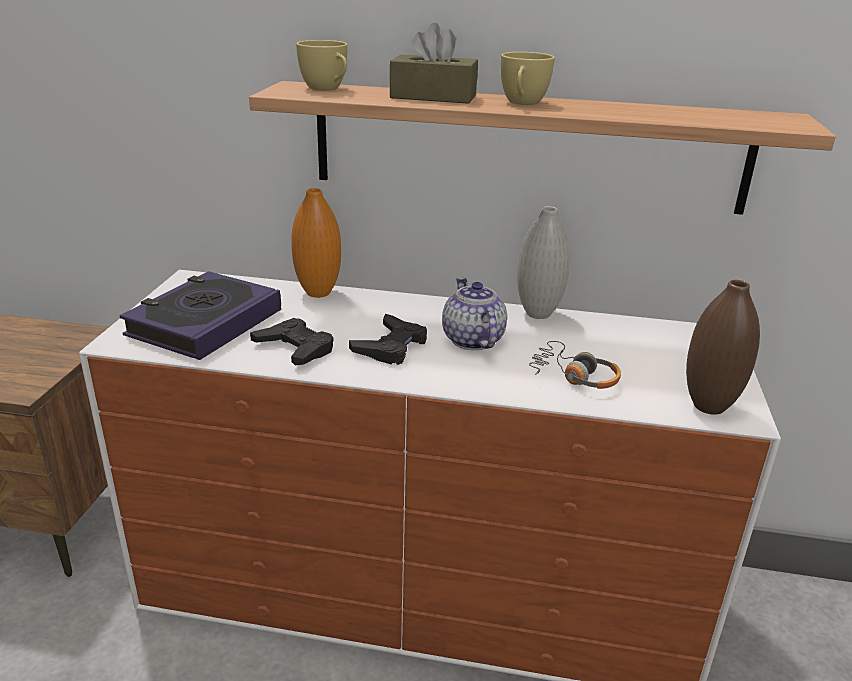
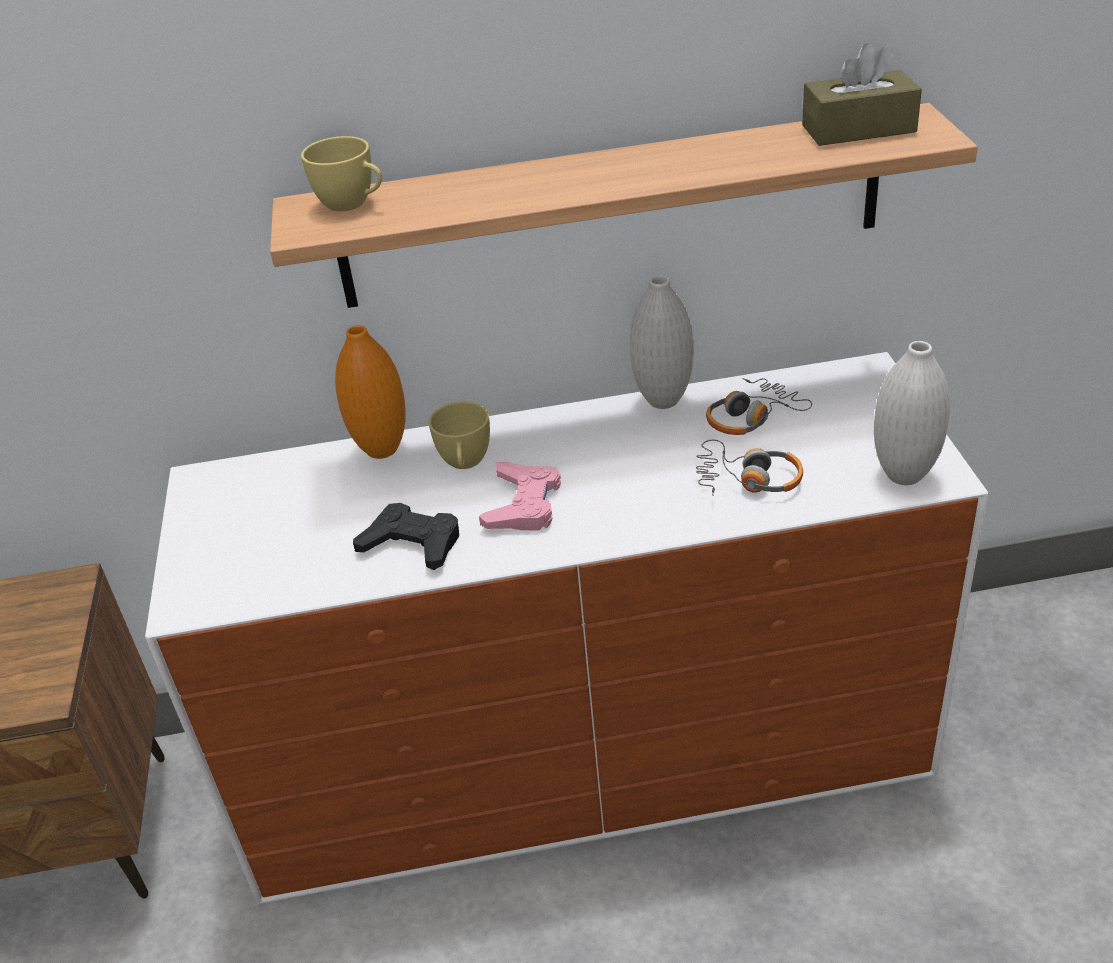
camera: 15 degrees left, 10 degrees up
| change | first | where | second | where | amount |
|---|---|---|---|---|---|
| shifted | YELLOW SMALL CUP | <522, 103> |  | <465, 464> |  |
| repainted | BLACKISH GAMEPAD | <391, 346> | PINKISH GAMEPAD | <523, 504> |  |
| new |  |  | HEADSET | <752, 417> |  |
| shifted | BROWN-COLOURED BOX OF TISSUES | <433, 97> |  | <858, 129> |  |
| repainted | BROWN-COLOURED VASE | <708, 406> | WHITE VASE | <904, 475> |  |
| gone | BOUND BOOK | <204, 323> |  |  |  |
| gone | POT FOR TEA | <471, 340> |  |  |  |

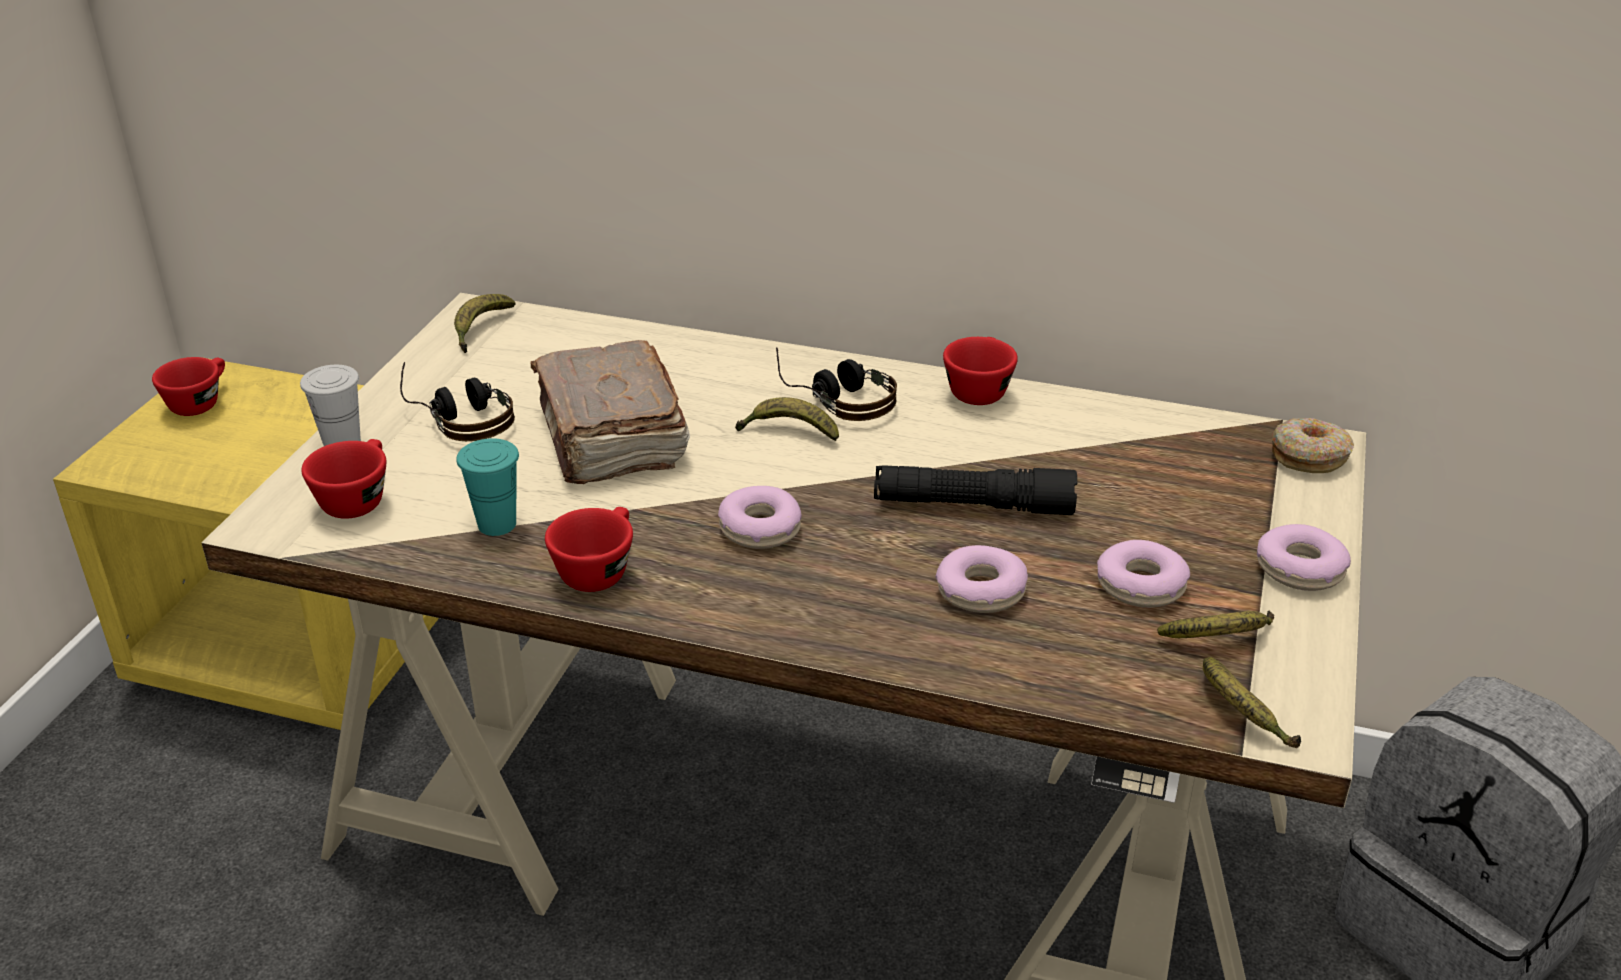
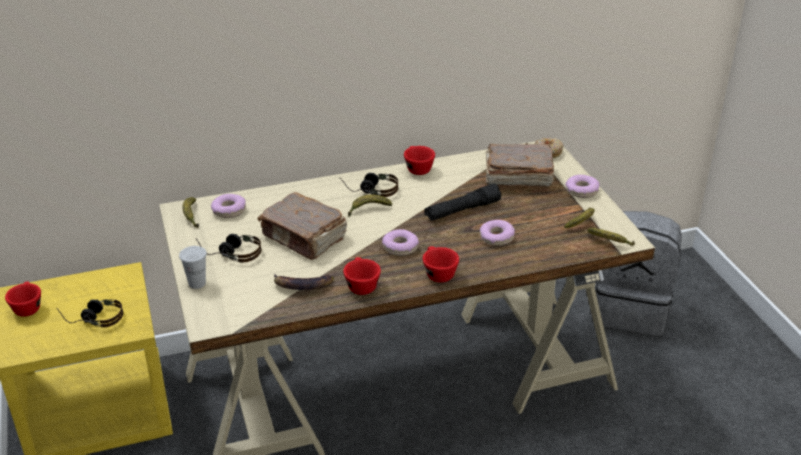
camera: 35 degrees left, 0 degrees up
| change | first | where | second | where | amount |
|---|---|---|---|---|---|
| new |  |  | HEADSET | <93, 318> |  |
| shifted | DONUT | <1140, 585> |  | <229, 210> |  |
| swapped | BLUE-GREEN SMALL CUP | <497, 524> | BANANA FRUIT | <302, 286> |  |
| shifted | REDDISH SMALL CUP | <357, 498> |  | <437, 273> |  |
| new |  |  | BROWN-COLOURED BOUND BOOK | <517, 177> |  |

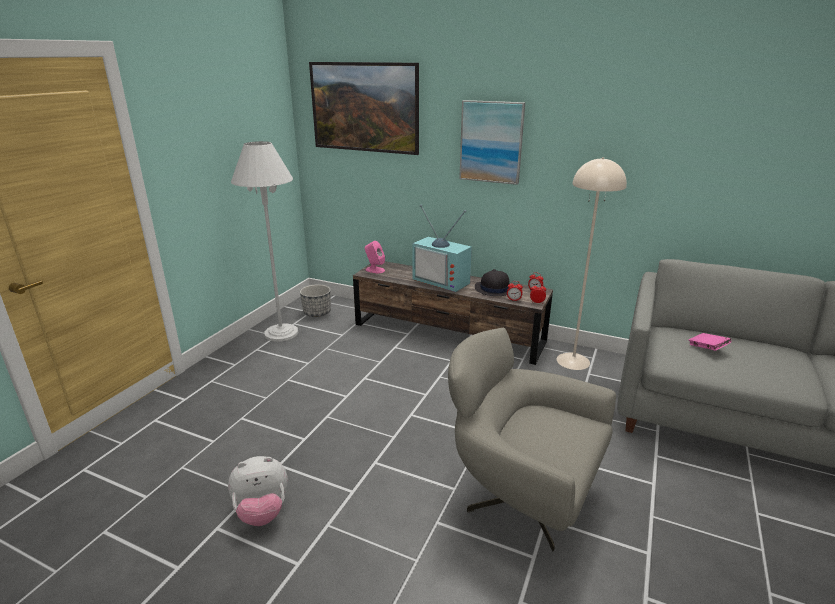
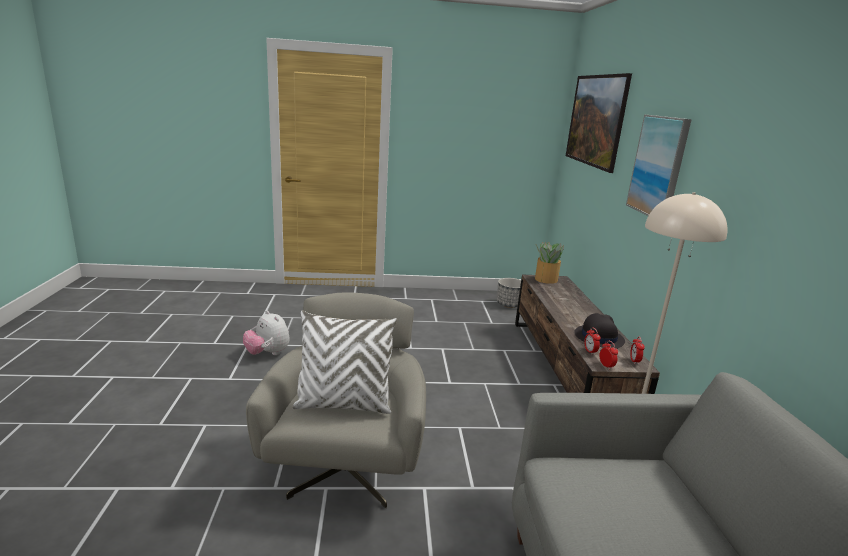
camera: 60 degrees right, 5 degrees down
| change | first | where | second | where | amount |
|---|---|---|---|---|---|
| new |  |  | WHITE THROW PILLOW | <343, 404> |  |
| swapped | PINKISH SPEAKER | <374, 270> | PLANT IN A POT | <545, 279> |  |
| gone | WHITE STANDARD LAMP | <281, 333> |  |  |  |
| gone | TV | <443, 280> |  |  |  |
| gone | PINKISH BOUND BOOK | <707, 348> |  |  |  |

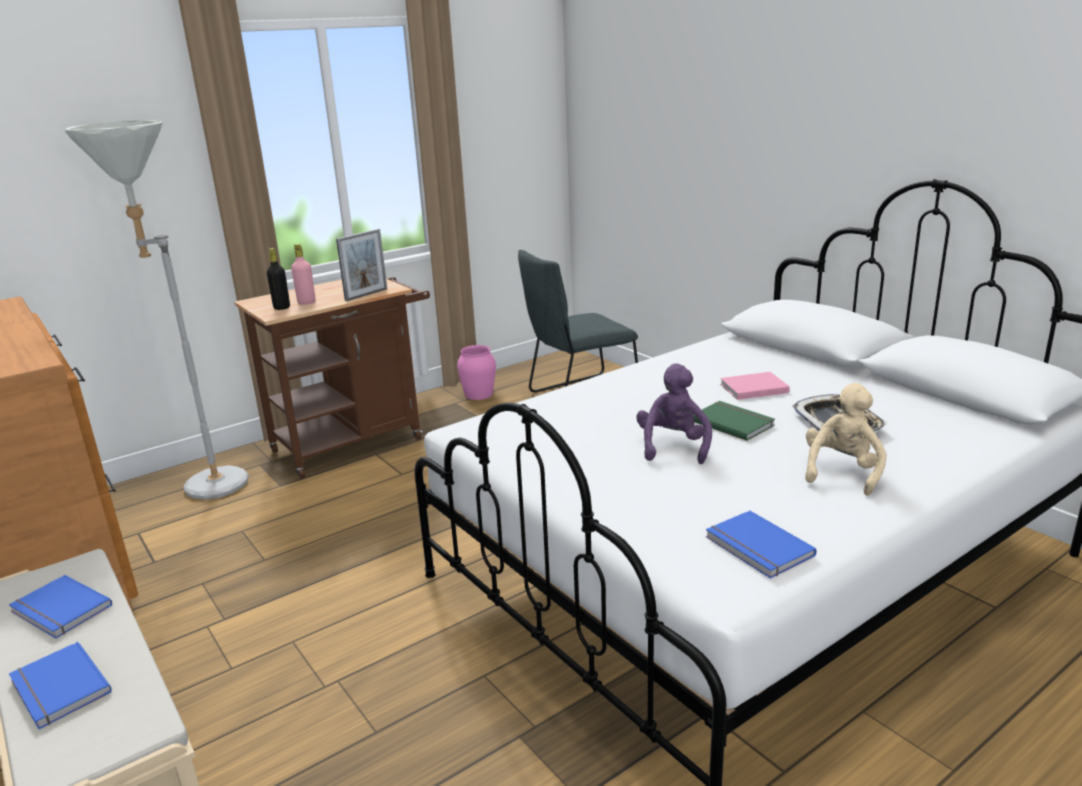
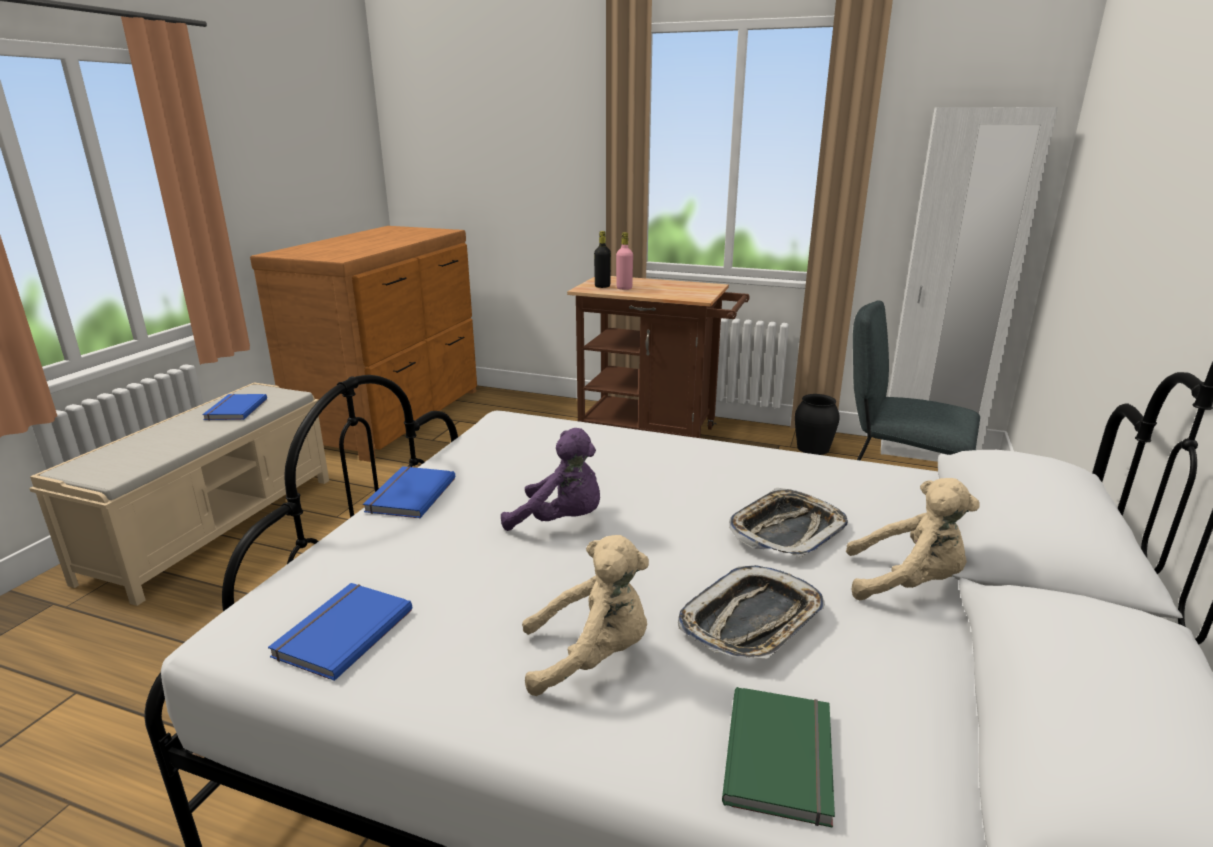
camera: 55 degrees right, 0 degrees up
| change | first | where | second | where | amount |
|---|---|---|---|---|---|
| shifted | BLUISH BOUND BOOK | <57, 689> |  | <408, 495> |  |
| rotated | PURPLE-COLOURED PLUSH TOY | <673, 446> |  | <561, 521> | 45 degrees clockwise |
| shifted | GREEN BOUND BOOK | <733, 422> |  | <783, 756> |  |
| swapped | PINKISH BOUND BOOK | <752, 388> | TRAY | <786, 530> |  |
| repainted | PINKISH VASE | <478, 394> | BLACKISH VASE | <812, 448> |  |
| new |  |  | BEIGE PLUSH TOY | <907, 583> |  |
| new |  |  | WHITE WARDROBE | <927, 454> |  |
| gone | GRAY STANDARD LAMP | <203, 485> |  |  |  |
| gone | STANDING FRAME | <366, 295> |  |  |  |

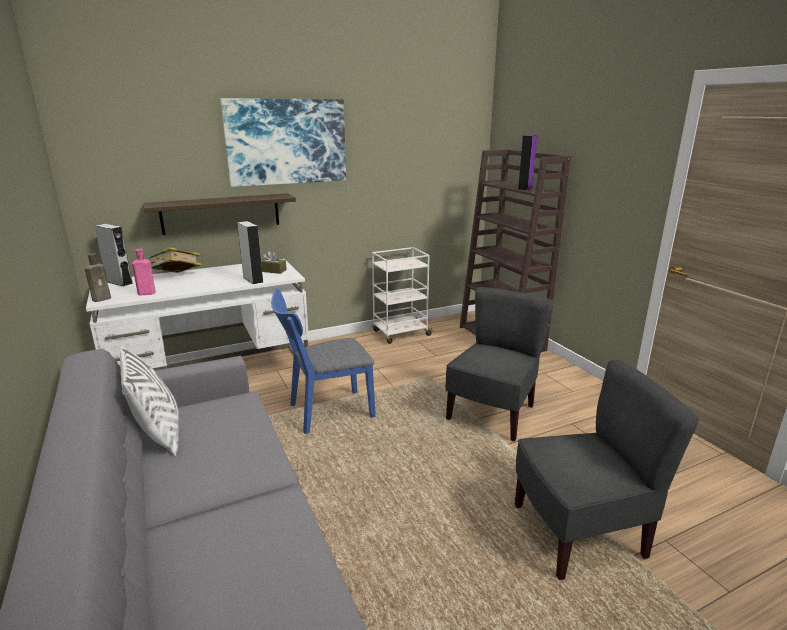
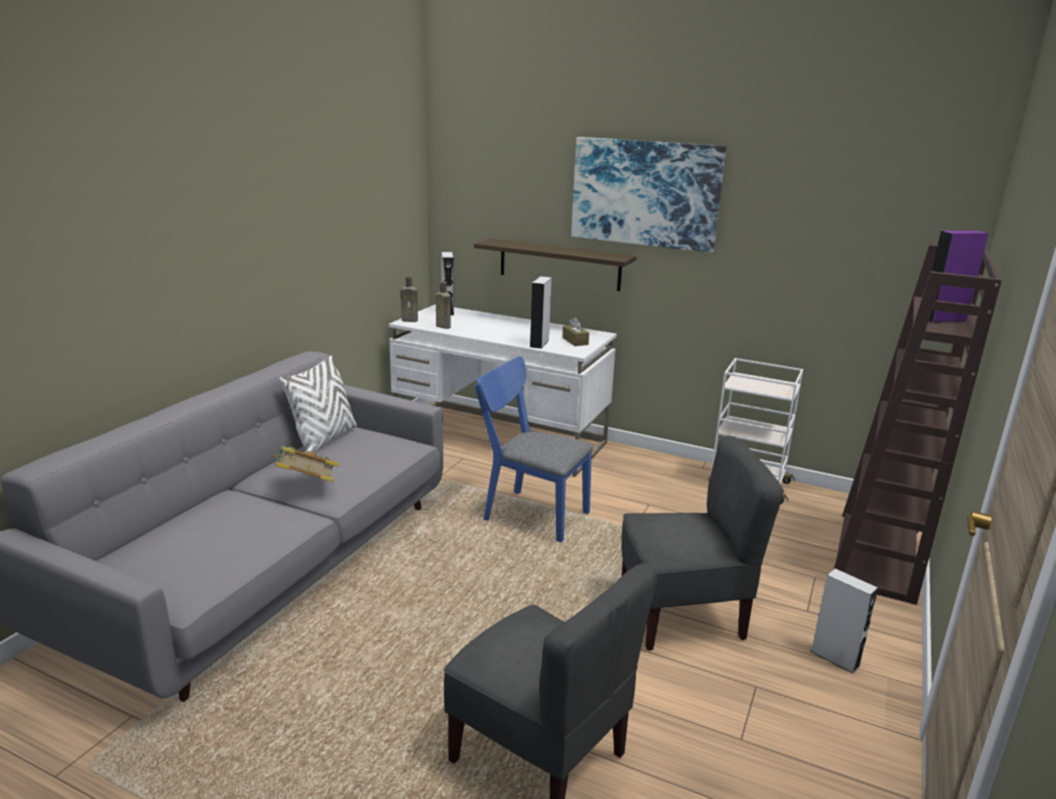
camera: 50 degrees right, 0 degrees up
| change | first | where | second | where | amount |
|---|---|---|---|---|---|
| shifted | BOUND BOOK | <176, 277> |  | <306, 485> |  |
| repainted | PINKISH DRINK BOTTLE | <145, 293> | BROWN-COLOURED DRINK BOTTLE | <442, 326> |  |
| new |  |  | GRAY SPEAKER | <835, 658> |  |

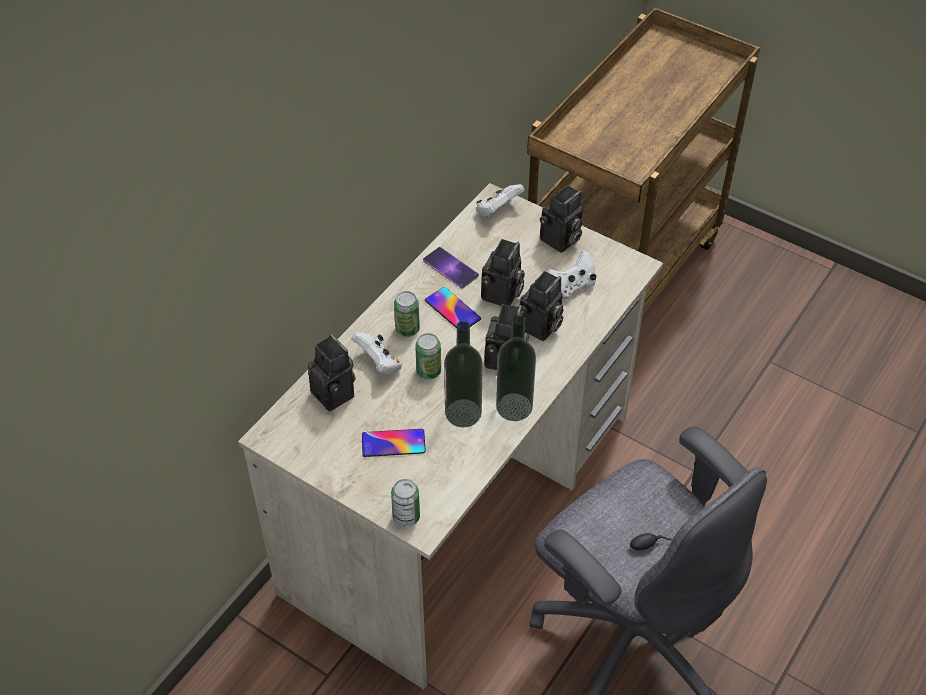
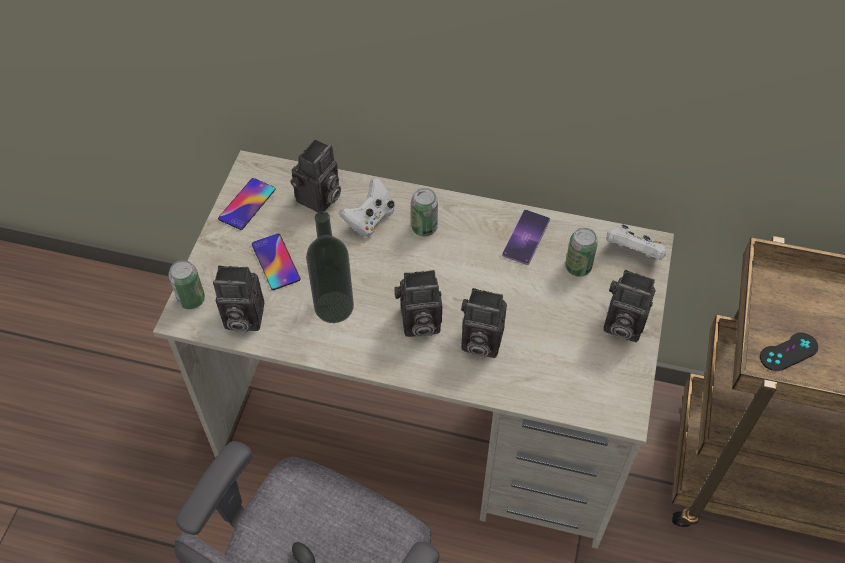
camera: 70 degrees right, 5 degrees up
| change | first | where | second | where | amount |
|---|---|---|---|---|---|
| shifted | STILL CAMERA | <502, 296> |  | <241, 318> |  |
| shifted | TELEPHONE | <452, 310> |  | <247, 204> |  |
| shifted | SEALED CAN | <428, 371> |  | <578, 267> |  |
| new |  |  | BLACKISH GAMEPAD | <788, 352> |  |
| gone | DRINK BOTTLE | <514, 407> |  |  |  |
| gone | WHITE GAMEPAD | <571, 286> |  |  |  |

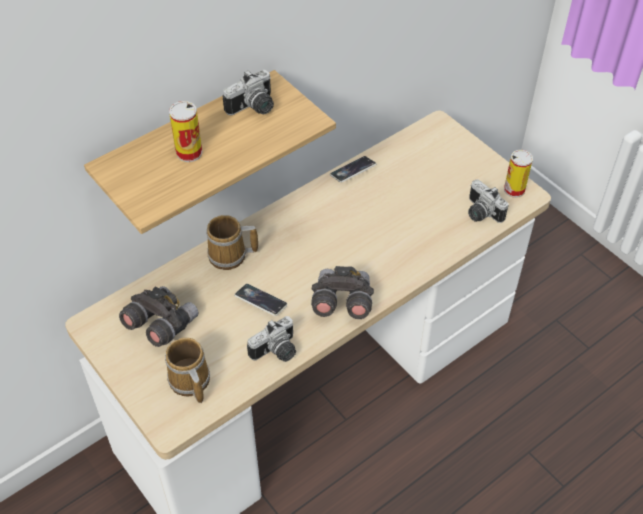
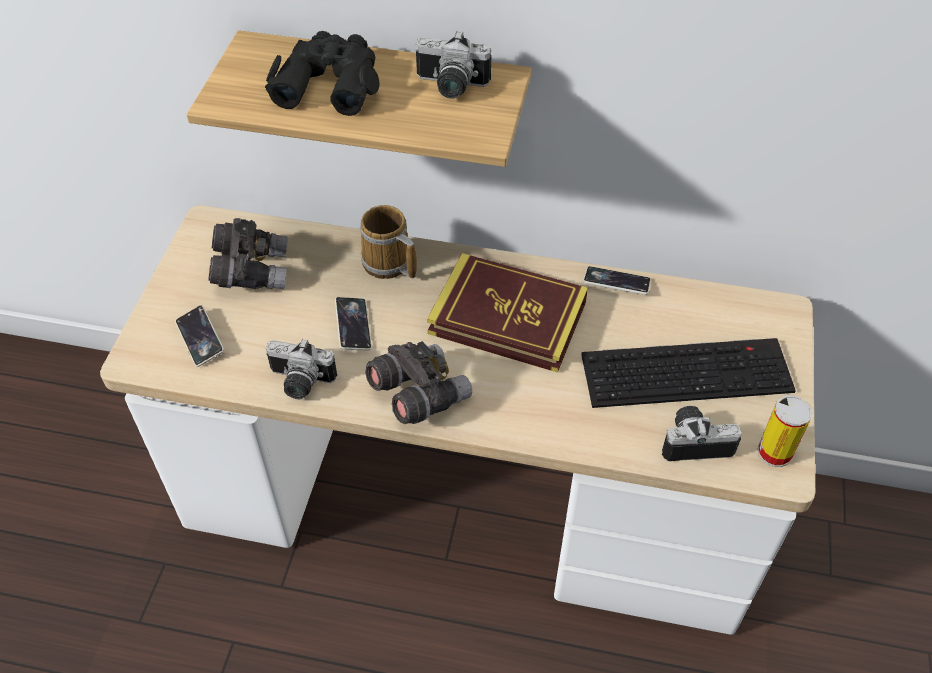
camera: 50 degrees right, 0 degrees up
| change | first | where | second | where | amount |
|---|---|---|---|---|---|
| swapped | MUG | <189, 382> | TELEPHONE | <200, 338> |  |
| swapped | SEALED CAN | <189, 153> | BLACKISH FIELD GLASSES | <329, 82> |  |
| new |  |  | BOUND BOOK | <507, 318> |  |
| new |  |  | PC KEYBOARD | <688, 371> |  |
| rotated | STILL CAMERA | <480, 213> |  | <694, 440> | 75 degrees clockwise |

